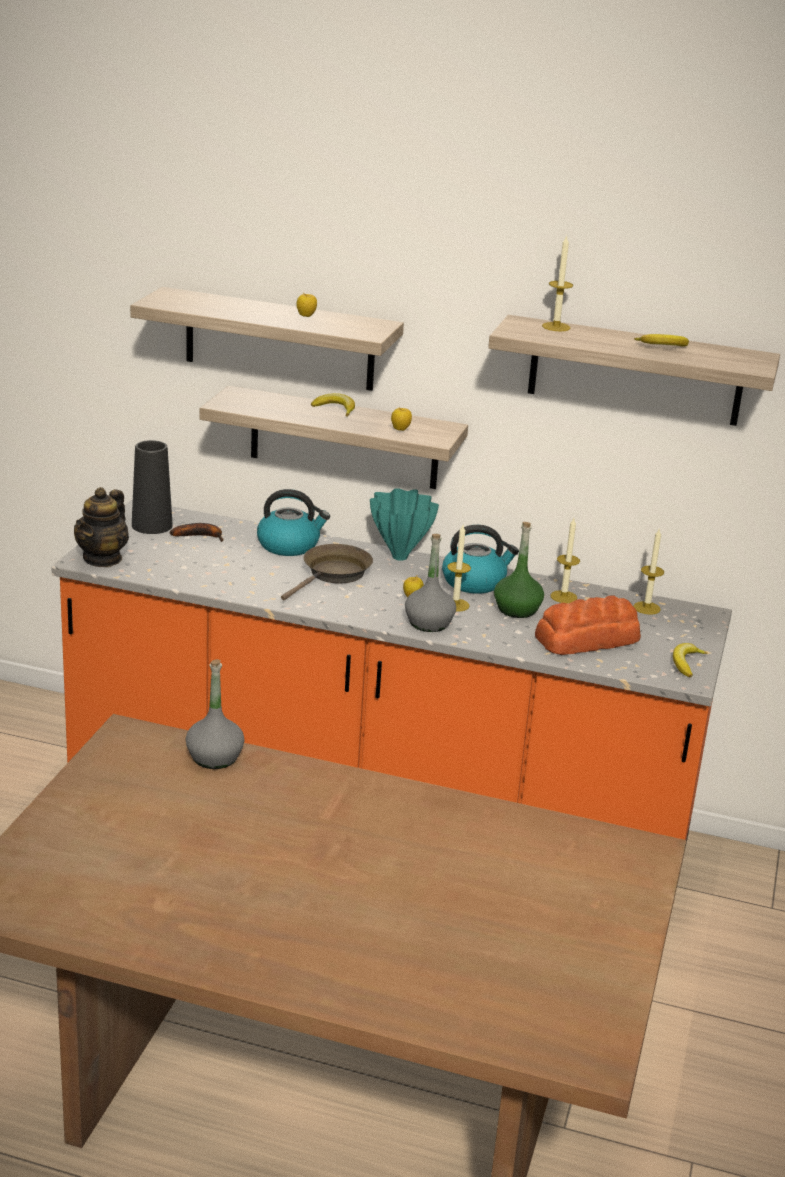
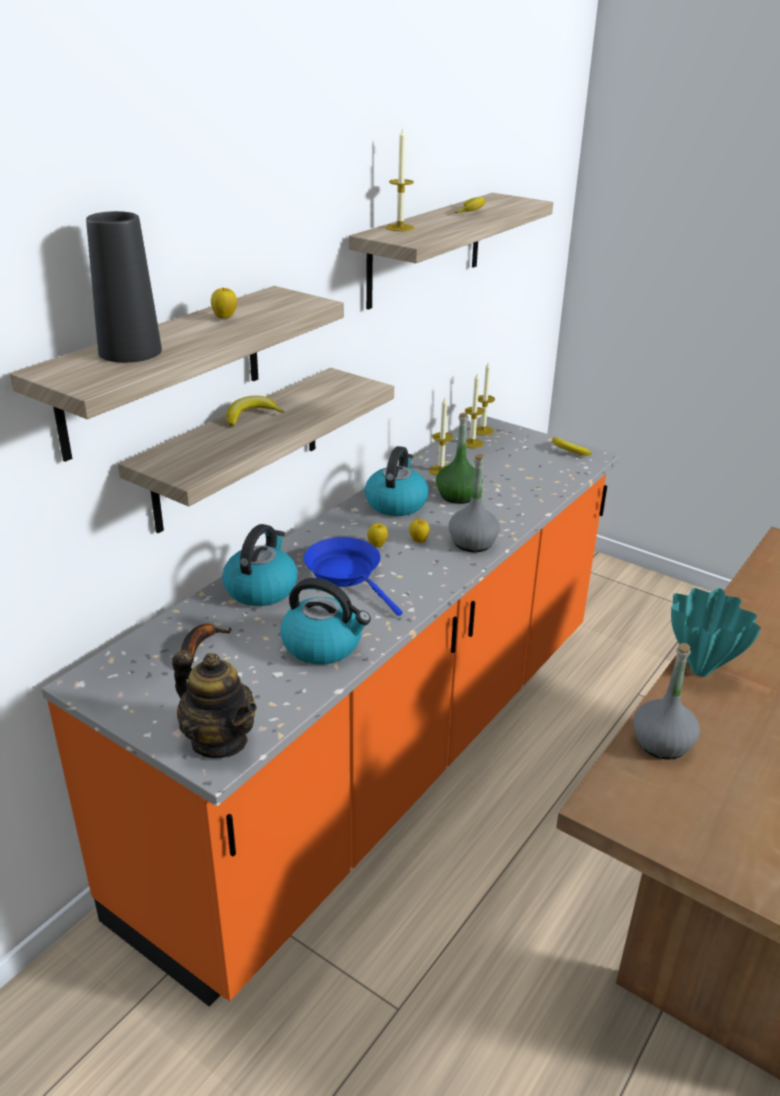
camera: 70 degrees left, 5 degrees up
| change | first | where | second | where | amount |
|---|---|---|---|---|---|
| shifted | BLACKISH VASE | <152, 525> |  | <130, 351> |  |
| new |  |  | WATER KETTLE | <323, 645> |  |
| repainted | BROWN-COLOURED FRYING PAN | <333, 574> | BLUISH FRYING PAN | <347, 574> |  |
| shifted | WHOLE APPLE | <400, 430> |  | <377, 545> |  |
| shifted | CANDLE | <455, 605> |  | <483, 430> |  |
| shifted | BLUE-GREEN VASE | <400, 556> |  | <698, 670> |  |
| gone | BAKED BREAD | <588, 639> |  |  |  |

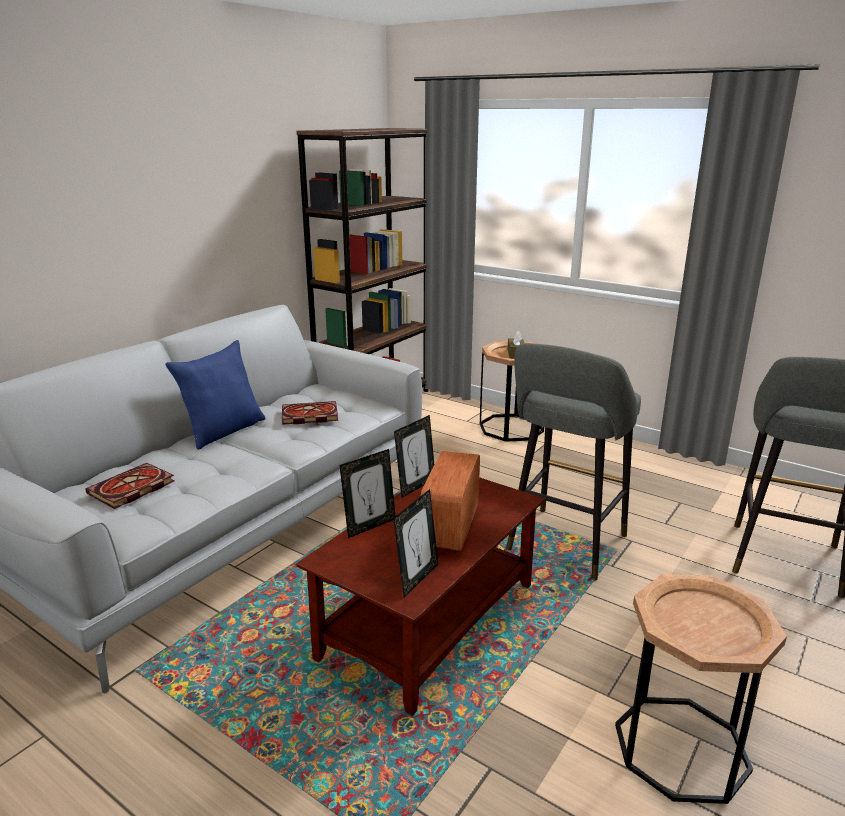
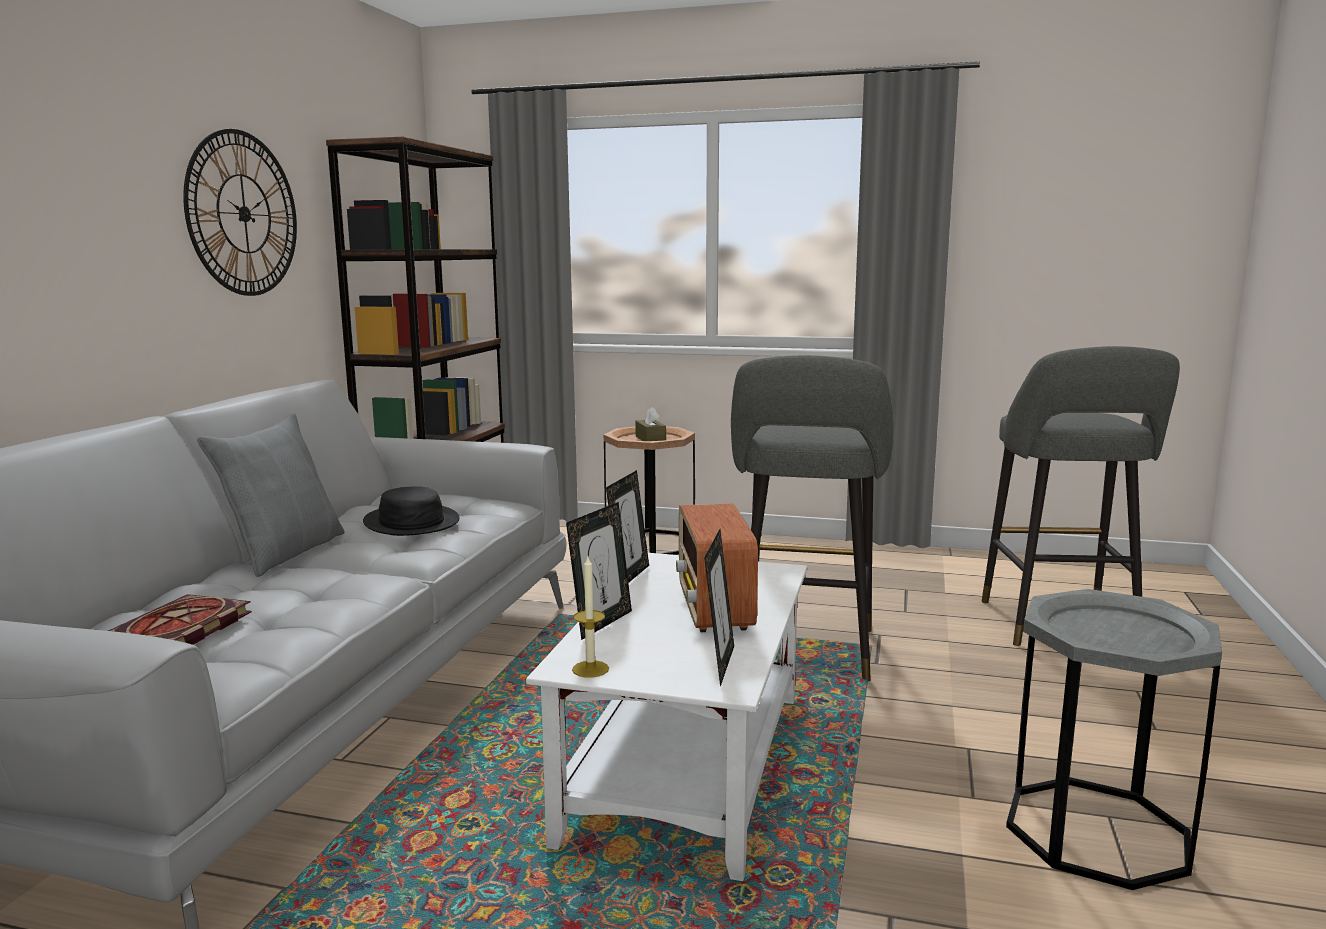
camera: 20 degrees left, 10 degrees down
| change | first | where | second | where | amount |
|---|---|---|---|---|---|
| new |  |  | WALL CLOCK | <244, 214> |  |
| repainted | BLUISH THROW PILLOW | <223, 430> | GRAY THROW PILLOW | <284, 552> |  |
| swapped | BOUND BOOK | <308, 416> | BLACKISH CLOTHING HAT | <411, 522> |  |
| repainted | BROWN-COLOURED LOUNGE TABLE | <430, 619> | WHITE LOUNGE TABLE | <687, 764> |  |
| new |  |  | CANDLE | <590, 669> |  |
| repainted | BROWN-COLOURED END TABLE | <681, 747> | GRAY END TABLE | <1097, 831> |  |

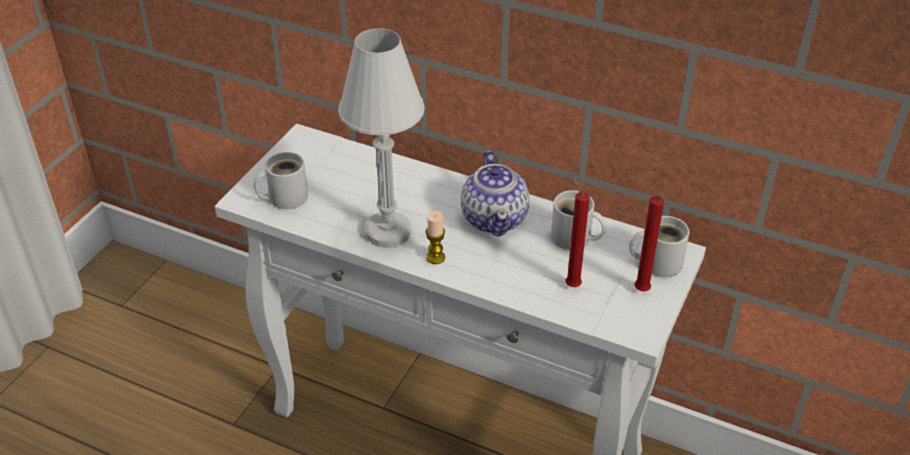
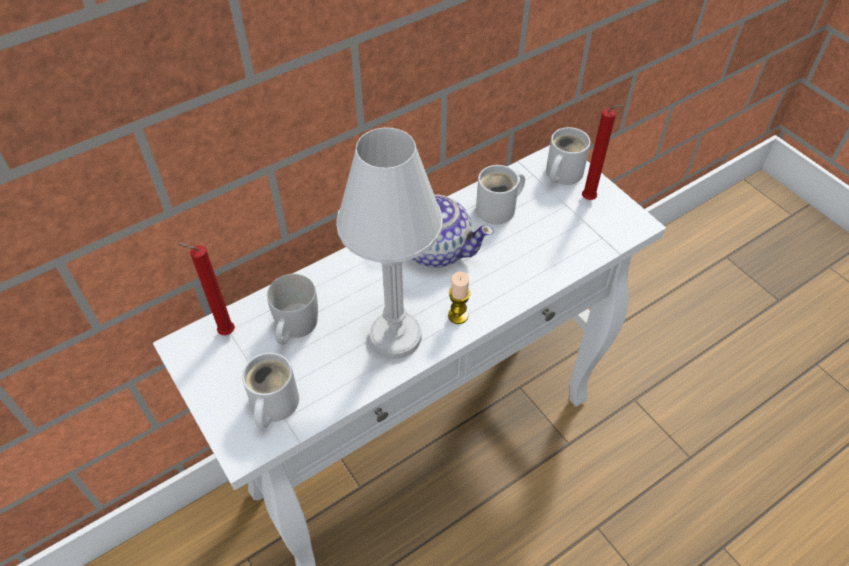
camera: 60 degrees left, 10 degrees up
| change | first | where | second | where | amount |
|---|---|---|---|---|---|
| shifted | REDDISH CANDLE | <571, 284> |  | <224, 332> |  |
| new |  |  | WHITE MUG | <294, 329> |  |

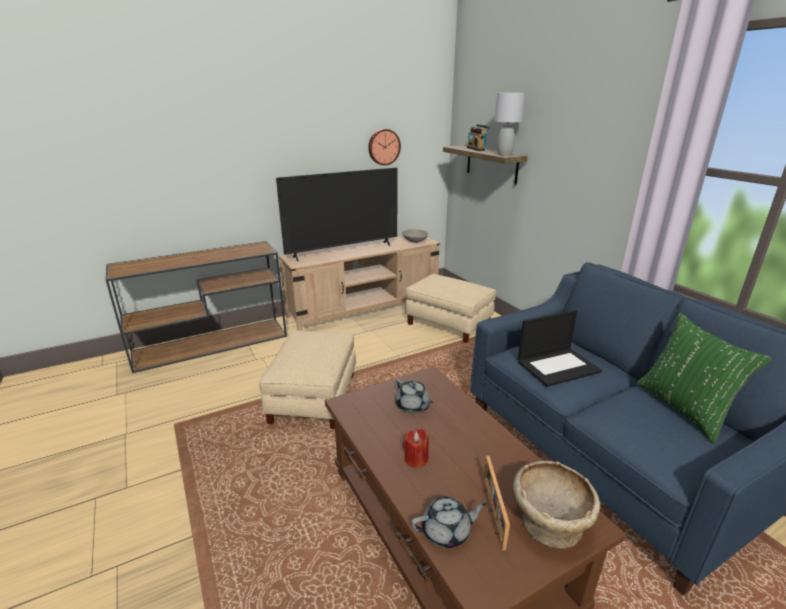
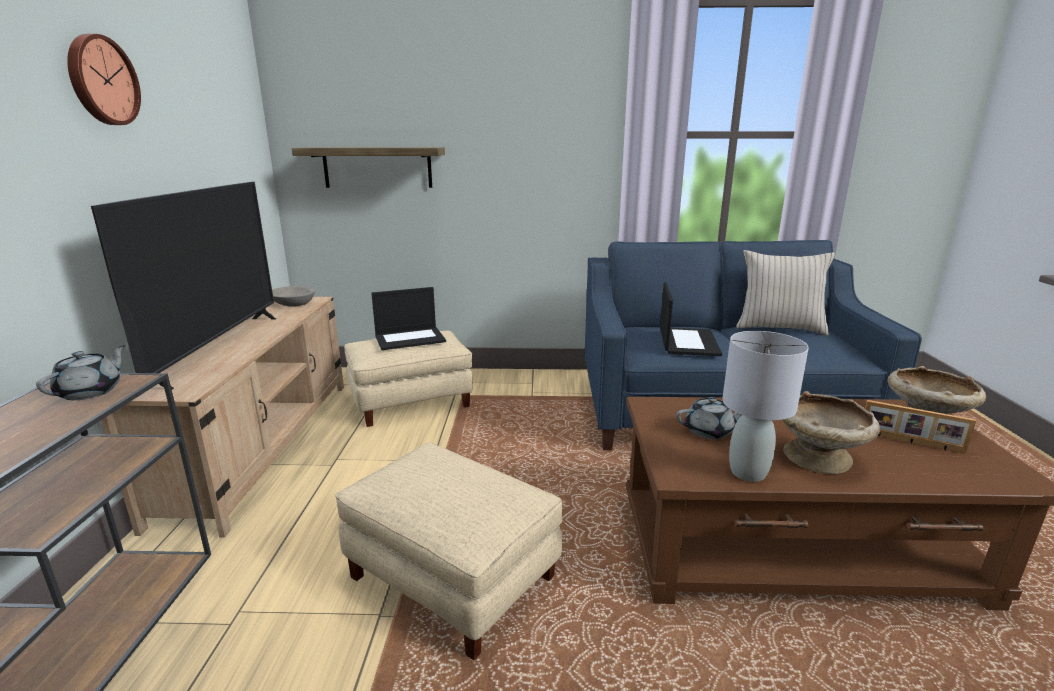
camera: 60 degrees left, 5 degrees down
| change | first | where | second | where | amount |
|---|---|---|---|---|---|
| shifted | GRAY POT FOR TEA | <447, 532> |  | <91, 392> |  |
| shifted | WALL CLOCK | <383, 147> |  | <101, 80> |  |
| new |  |  | NOTEBOOK COMPUTER | <410, 338> |  |
| shifted | GRAY TABLETOP LAMP | <505, 154> |  | <747, 472> |  |
| repainted | GREEN THROW PILLOW | <683, 409> | BEIGE THROW PILLOW | <779, 328> |  |
| swapped | REDDISH CANDLE | <416, 459> | BEIGE DEEP DISH | <820, 458> |  |
| gone | RADIO RECEIVER | <477, 149> |  |  |  |

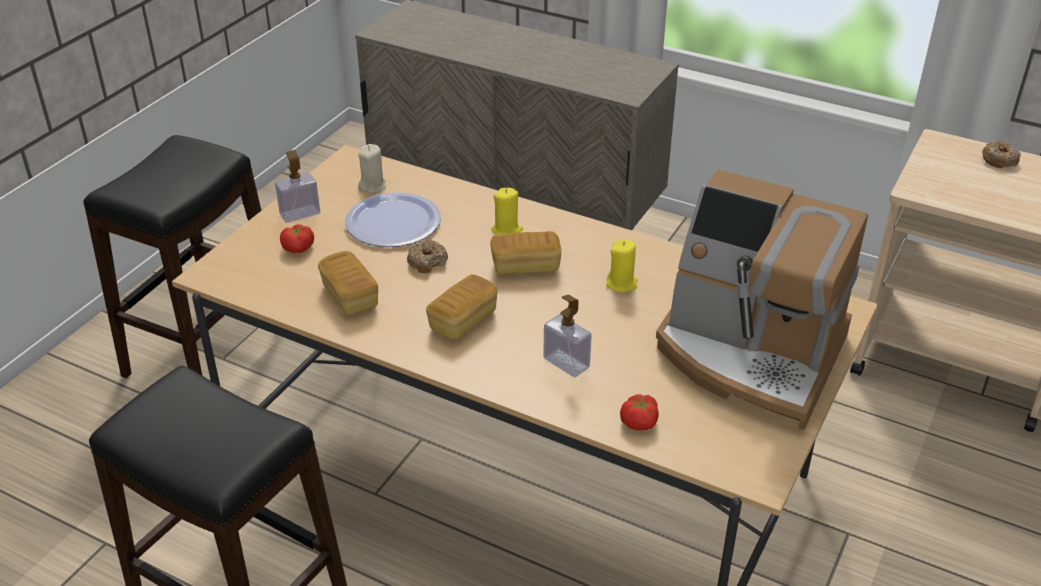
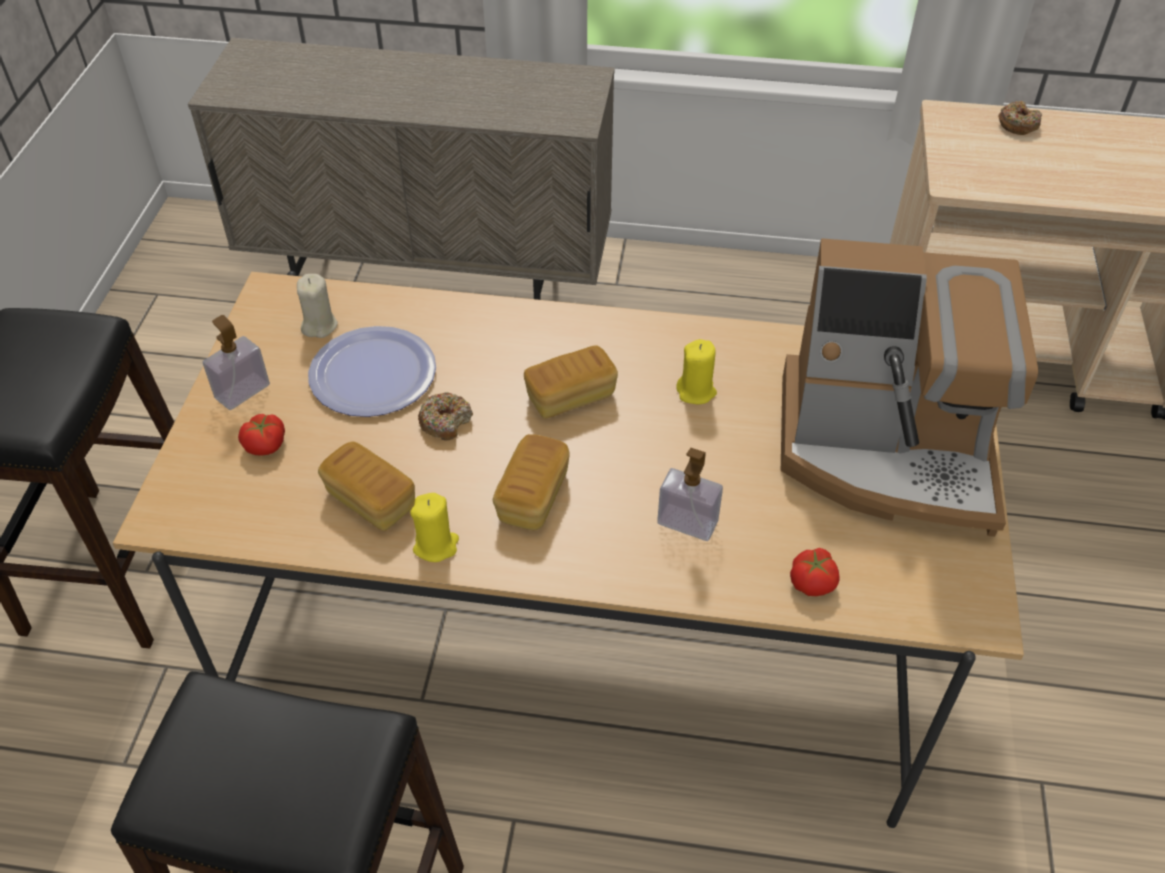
camera: 20 degrees left, 10 degrees up
| change | first | where | second | where | amount |
|---|---|---|---|---|---|
| shifted | YELLOW CANDLE | <507, 230> |  | <436, 546> |  |

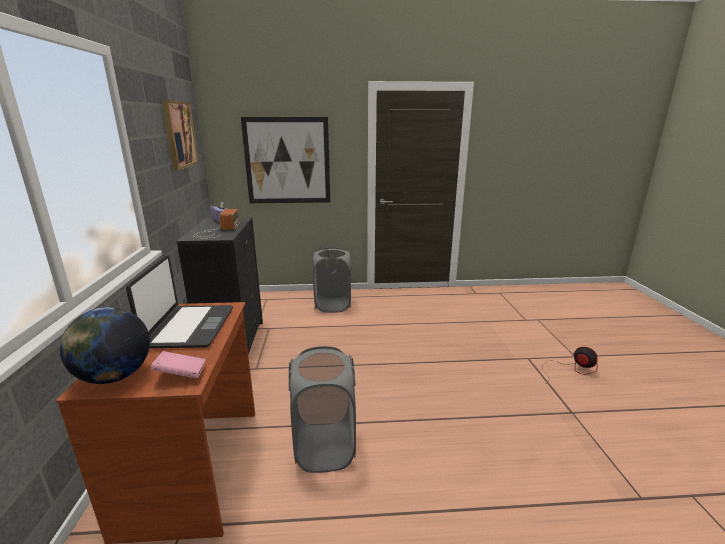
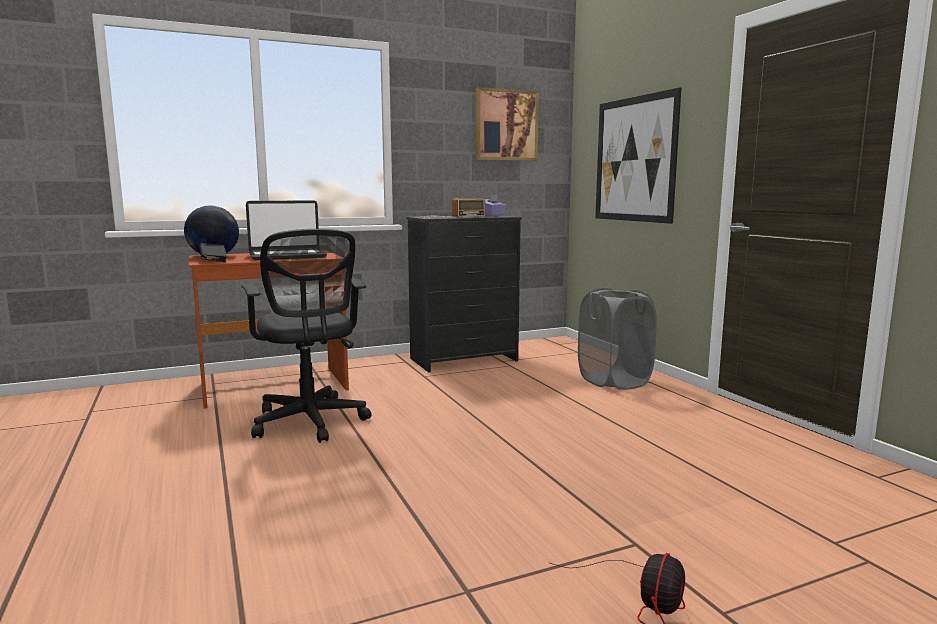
camera: 70 degrees right, 10 degrees down
| change | first | where | second | where | amount |
|---|---|---|---|---|---|
| repainted | PINKISH BOUND BOOK | <181, 375> | BLACKISH BOUND BOOK | <213, 261> |  |
| swapped | GRAY HAMPER | <325, 447> | BLACKISH OFFICE CHAIR | <310, 423> |  |

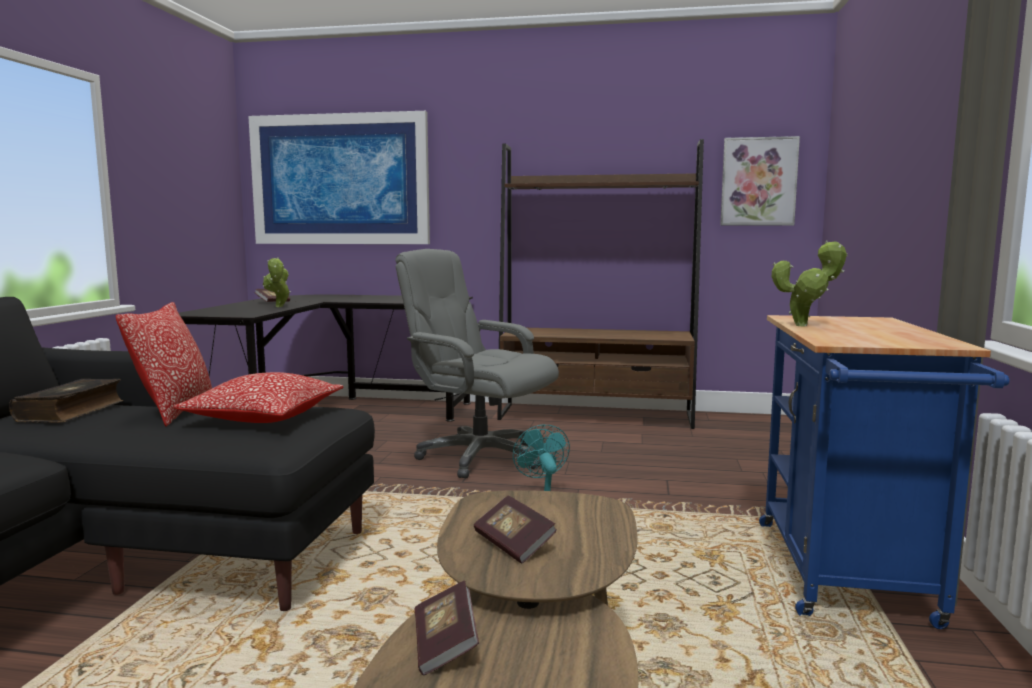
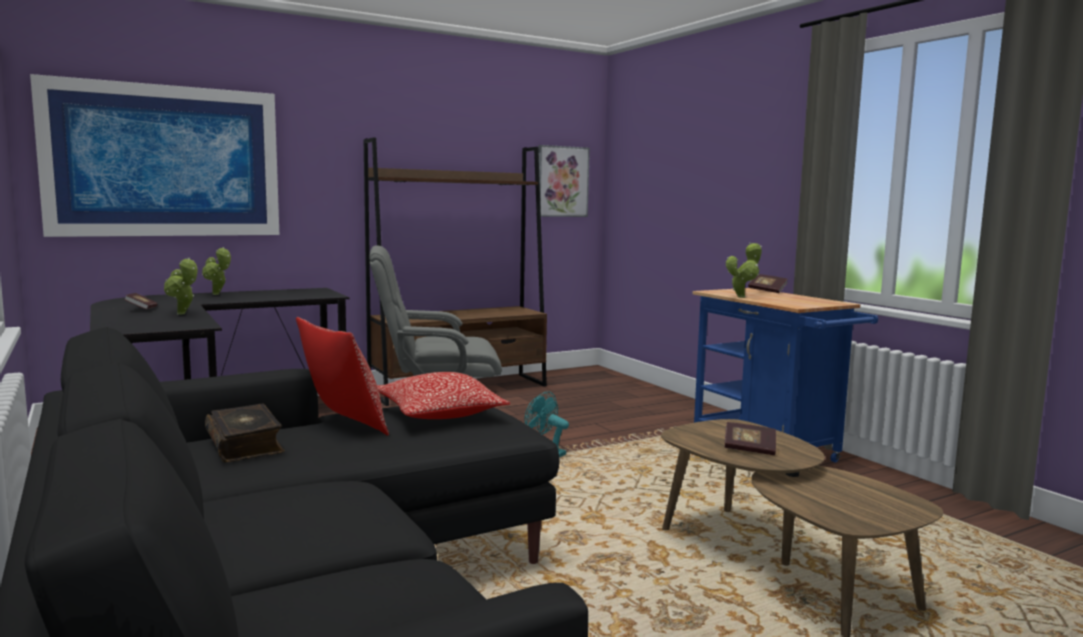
camera: 40 degrees left, 0 degrees up
| change | first | where | second | where | amount |
|---|---|---|---|---|---|
| new |  |  | PLANT IN A POT | <217, 294> |  |
| shifted | BOUND BOOK | <445, 645> |  | <767, 291> |  |

